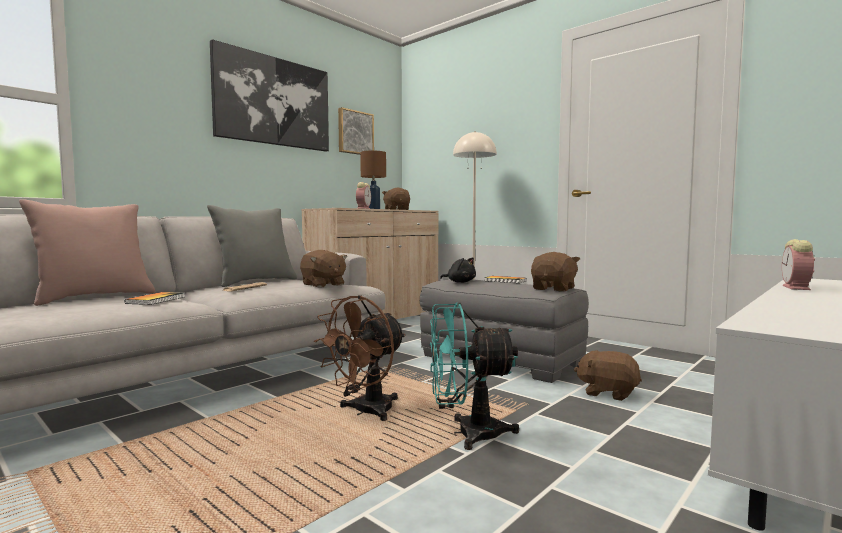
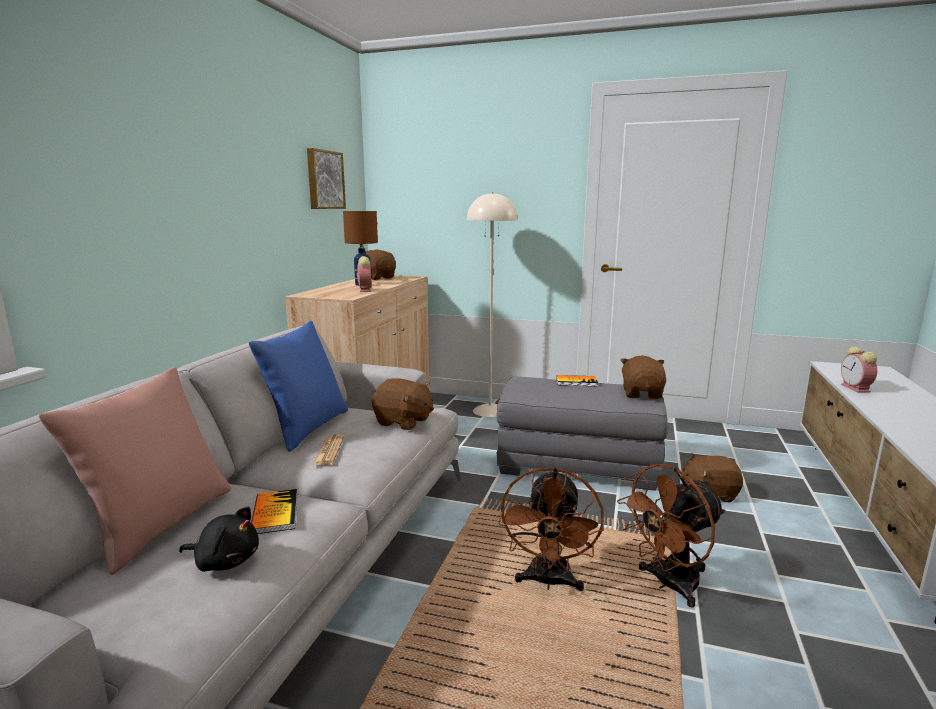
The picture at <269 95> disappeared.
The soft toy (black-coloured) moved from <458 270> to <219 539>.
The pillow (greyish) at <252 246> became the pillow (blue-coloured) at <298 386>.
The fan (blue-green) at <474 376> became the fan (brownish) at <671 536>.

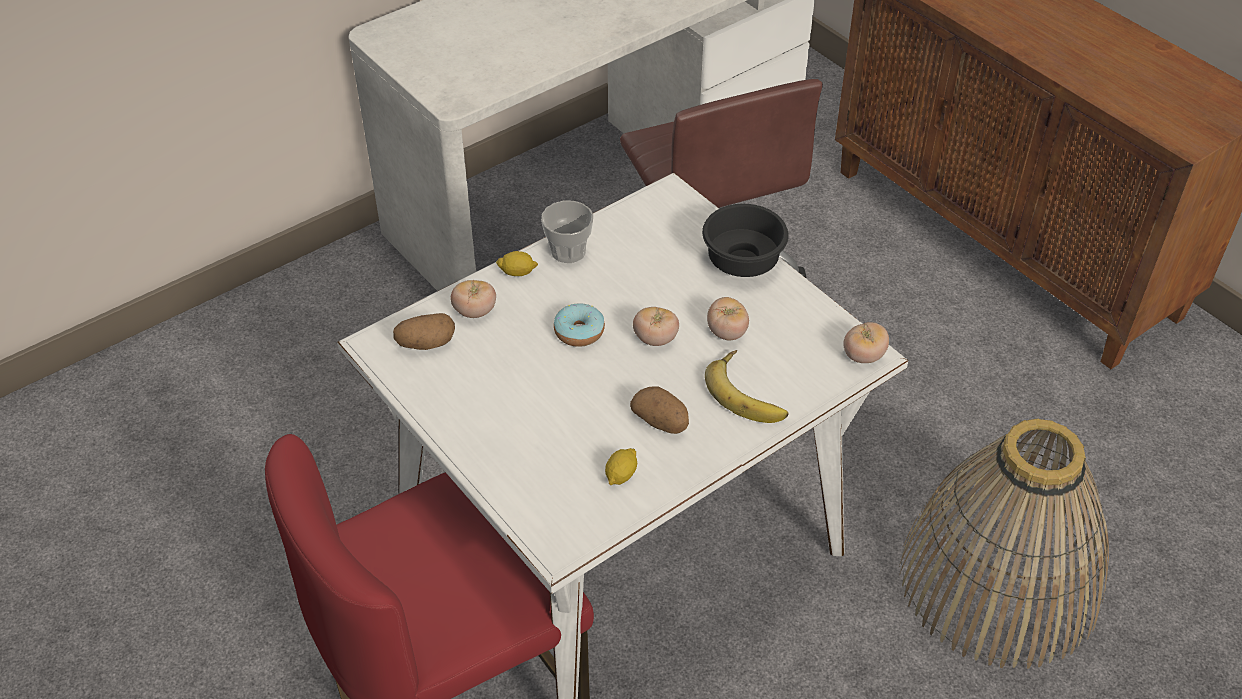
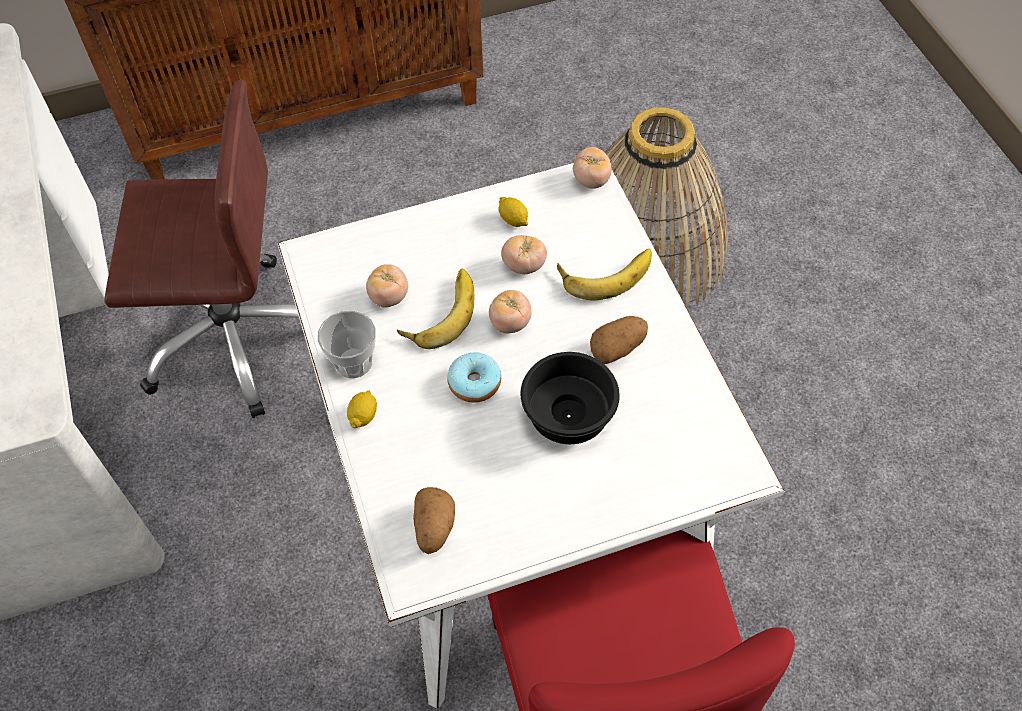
The banana at <435 308> appeared.
The whole tomato moved from <473 299> to <387 285>.
The lemon moved from <621 466> to <513 212>.
The deep dish (black-coloured) moved from <745 240> to <570 398>.

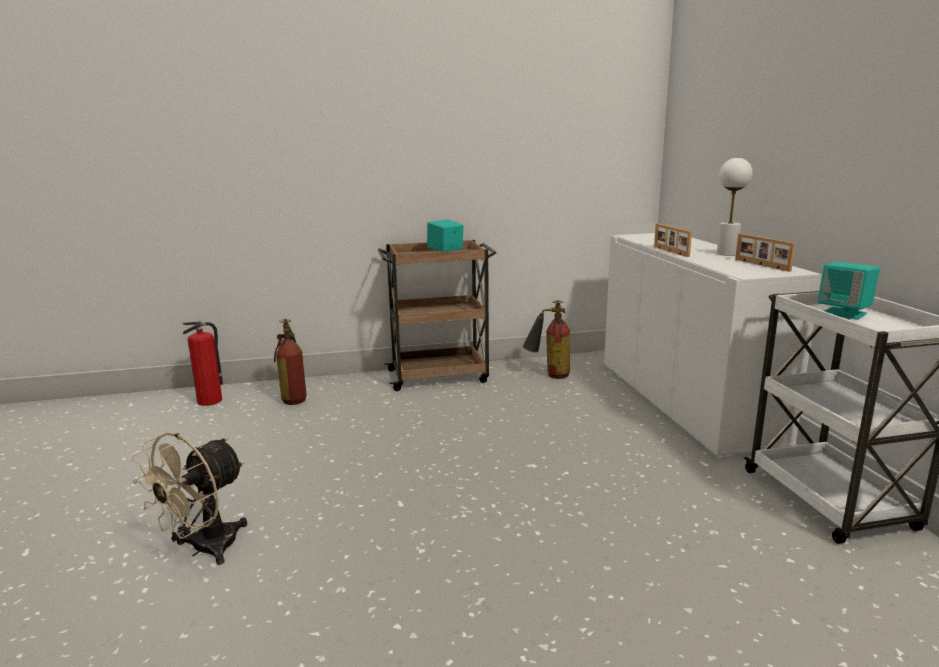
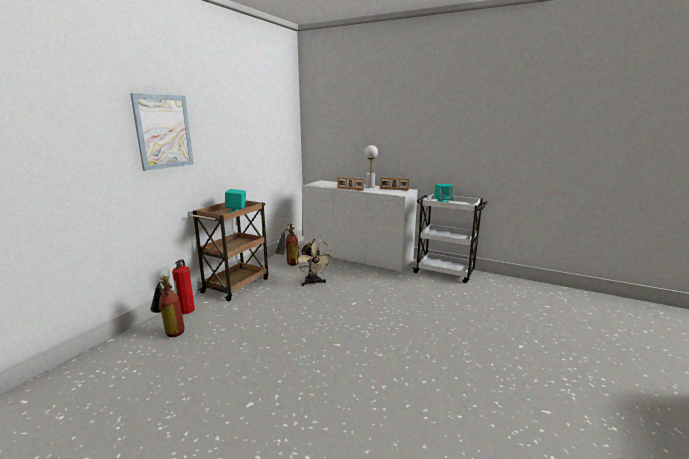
The picture at <162 132> appeared.
The fan (sand-coloured) moved from <189 498> to <314 262>.
The fire-fighting cylinder moved from <203 364> to <183 286>.

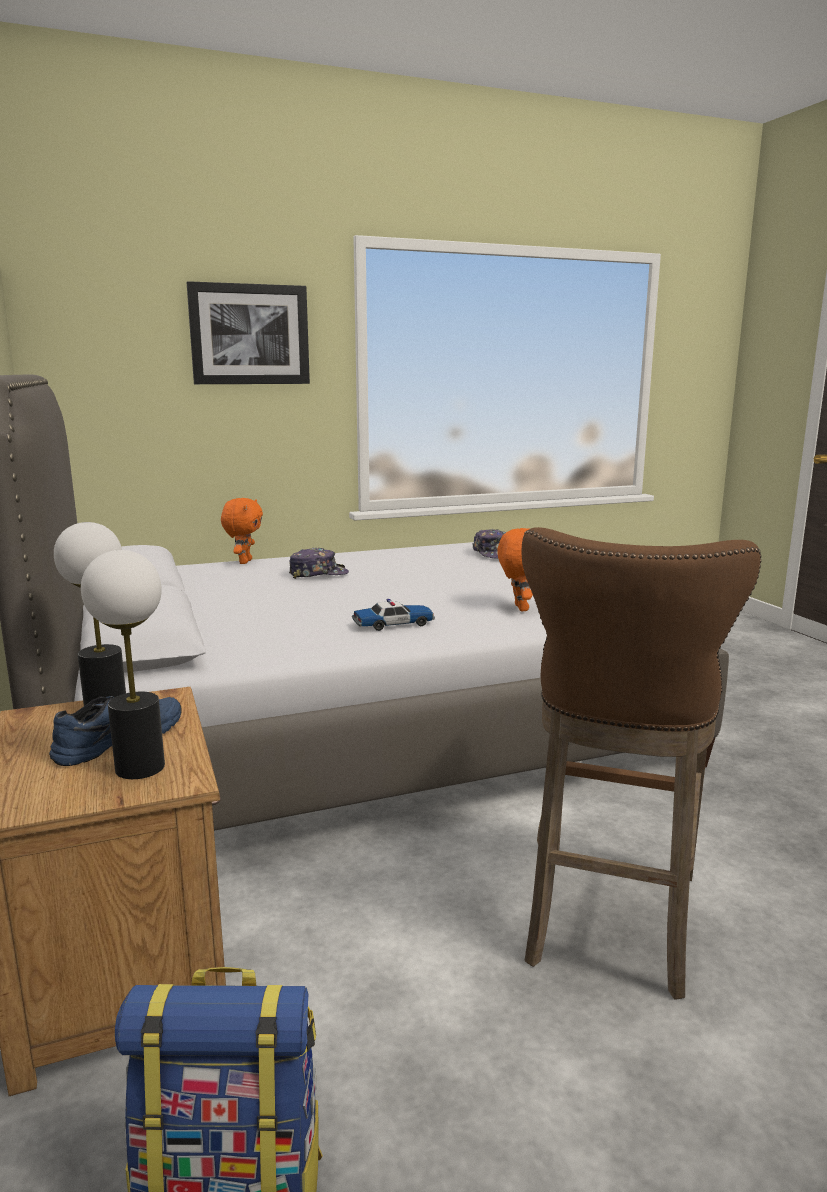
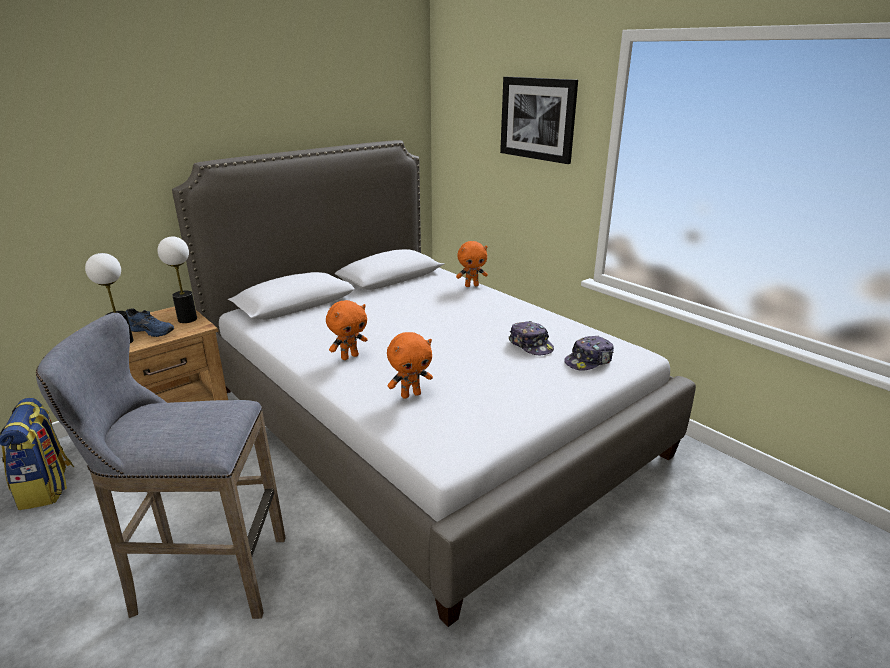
The cap moved from <319 563> to <531 338>.
The toy car at <393 615> was replaced by the soft toy (orange-coloured) at <347 330>.
The stool seat (brownish) at <641 763> became the stool seat (greyish) at <161 466>.

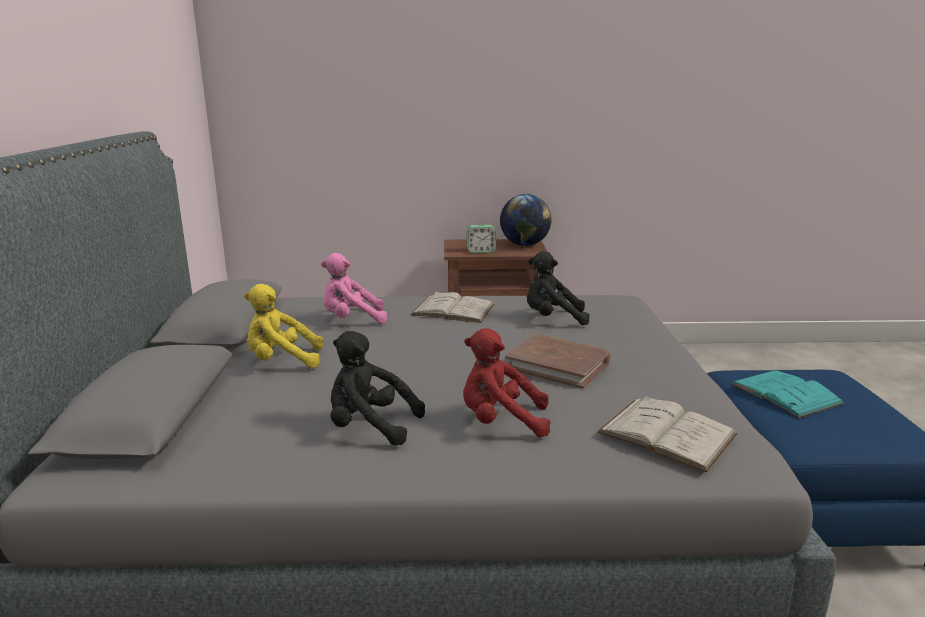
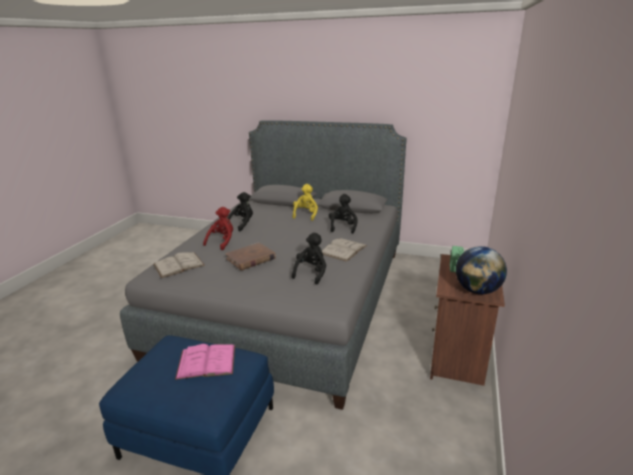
The soft toy (pink-coloured) at <354 288> became the soft toy (black-coloured) at <343 214>.
The book (blue-green) at <788 394> became the book (pink-coloured) at <205 362>.

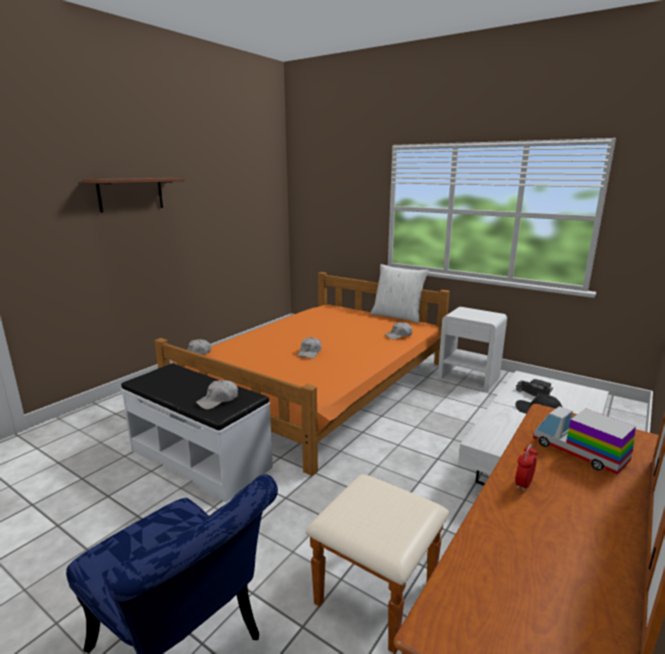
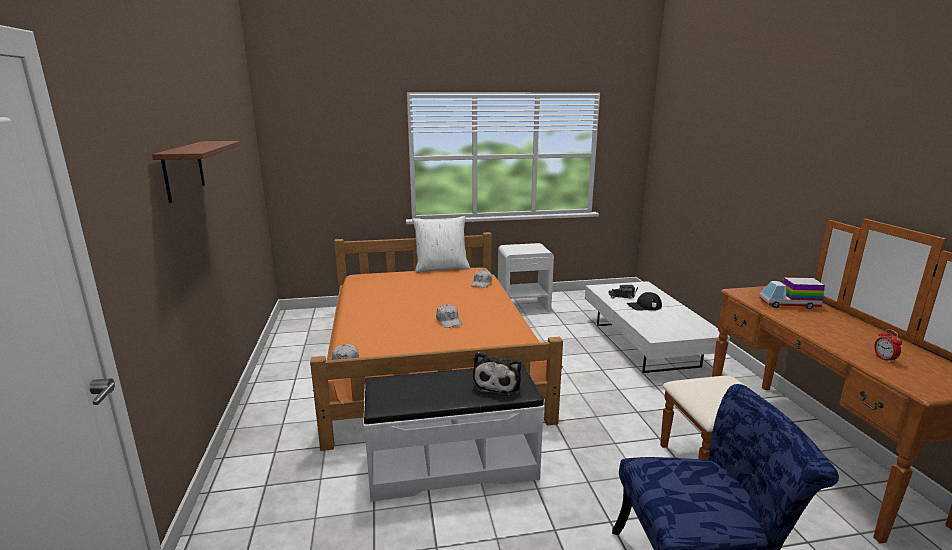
The bedside clock moved from <526 468> to <888 346>.
The cap (whitish) at <217 395> was replaced by the soft toy at <497 374>.

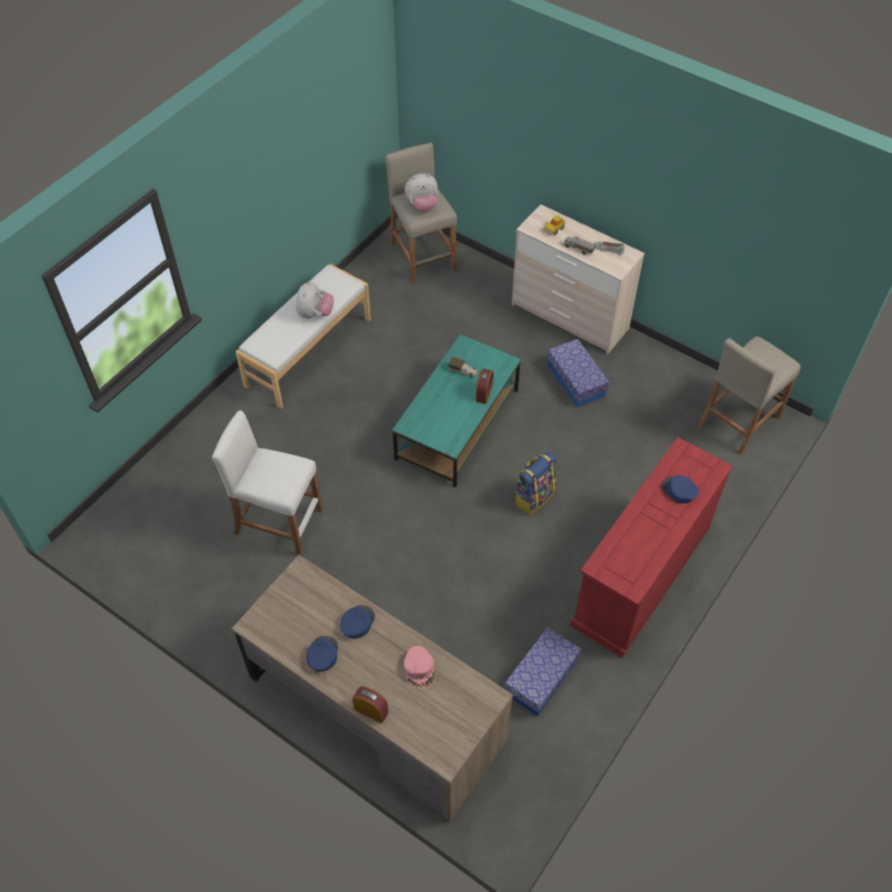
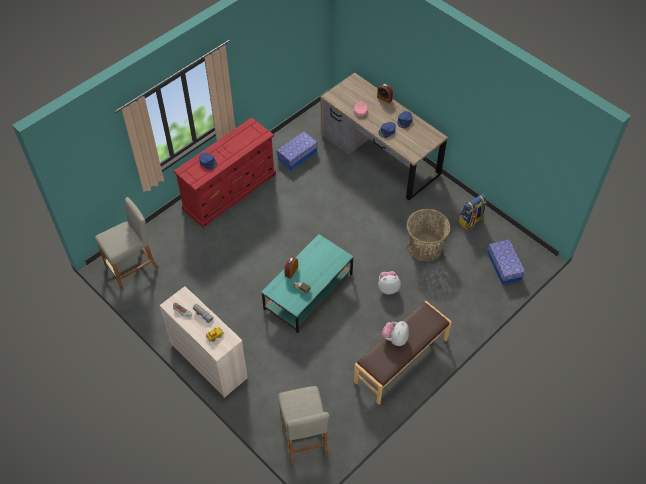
The soft toy moved from <421 192> to <389 283>.
The backpack moved from <535 483> to <472 212>.
The storage box moved from <578 373> to <506 262>.
The stool seat (whitish) at <267 482> was replaced by the storage basket at <429 235>.
The indoor bench (whitish) at <303 336> became the indoor bench (brownish) at <403 353>.

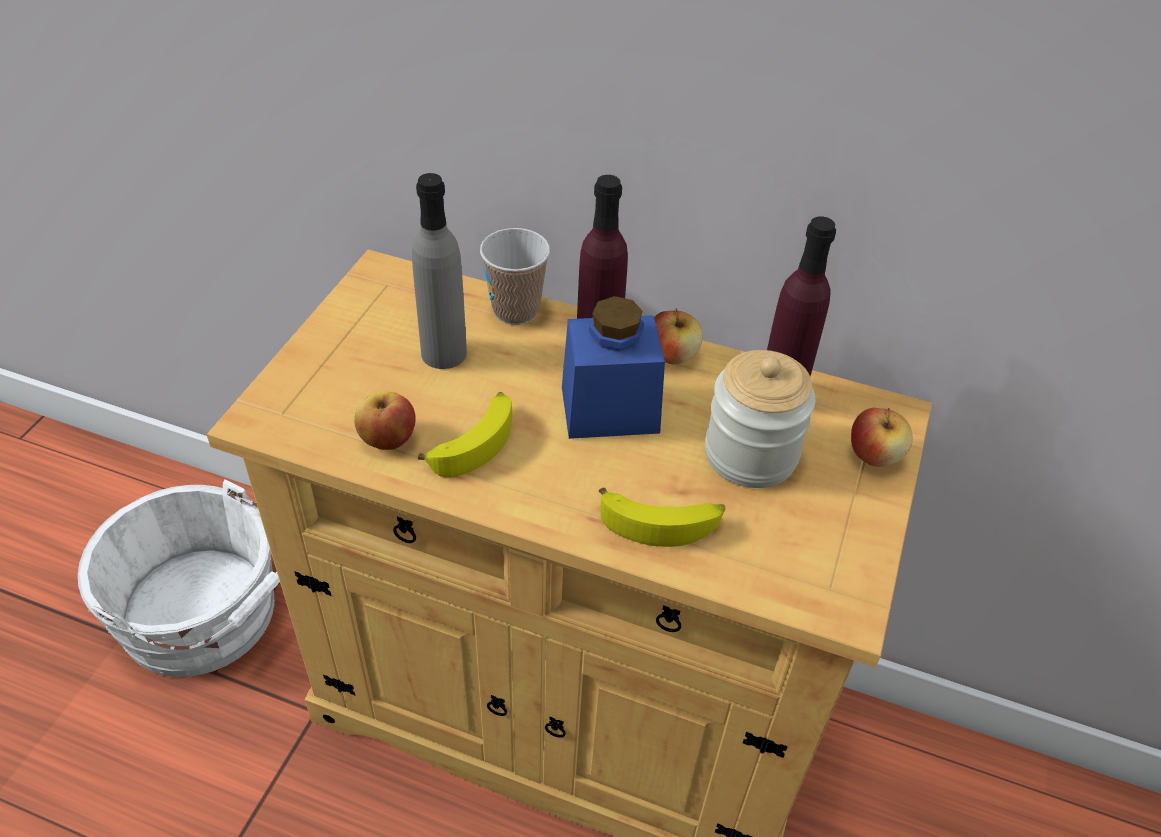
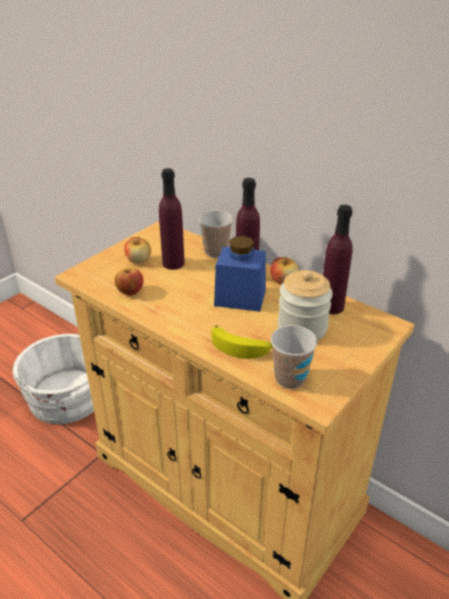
The banana at <465 434> disappeared.
The cup at <294 357> appeared.
The whole apple moved from <882 437> to <137 250>.
The drink bottle (greyish) at <439 271> became the drink bottle (purple) at <172 219>.

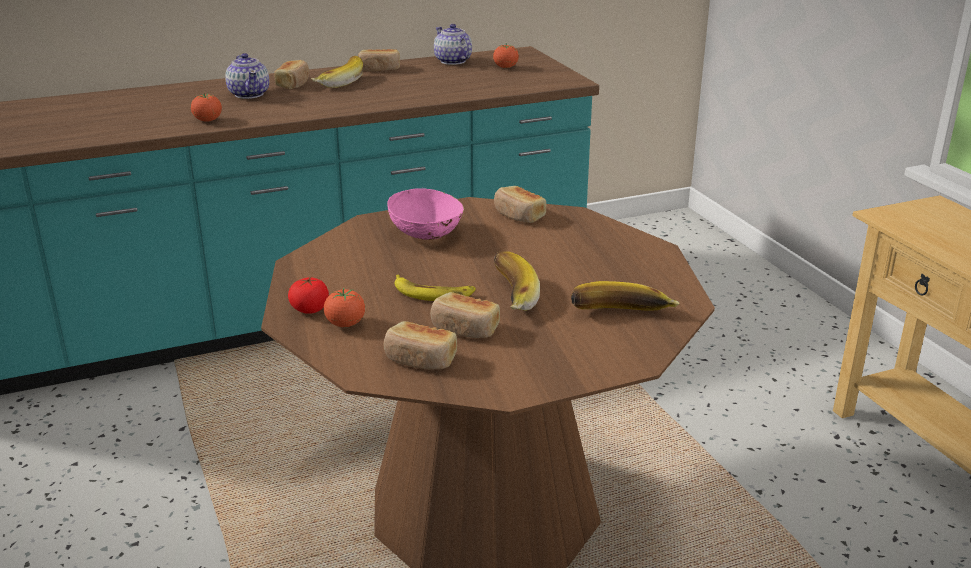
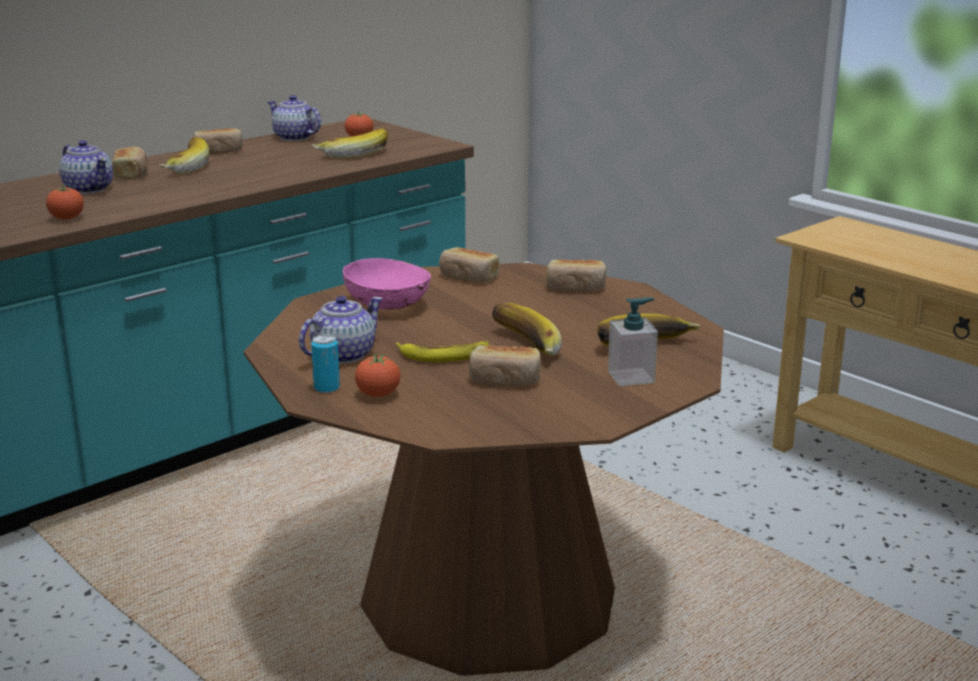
The teapot at <341 329> appeared.
The banana at <350 143> appeared.
The liquid soap bottle at <633 342> appeared.
The bakery bread moved from <420 345> to <577 275>.
The whole tomato at <308 295> was replaced by the can at <325 363>.

